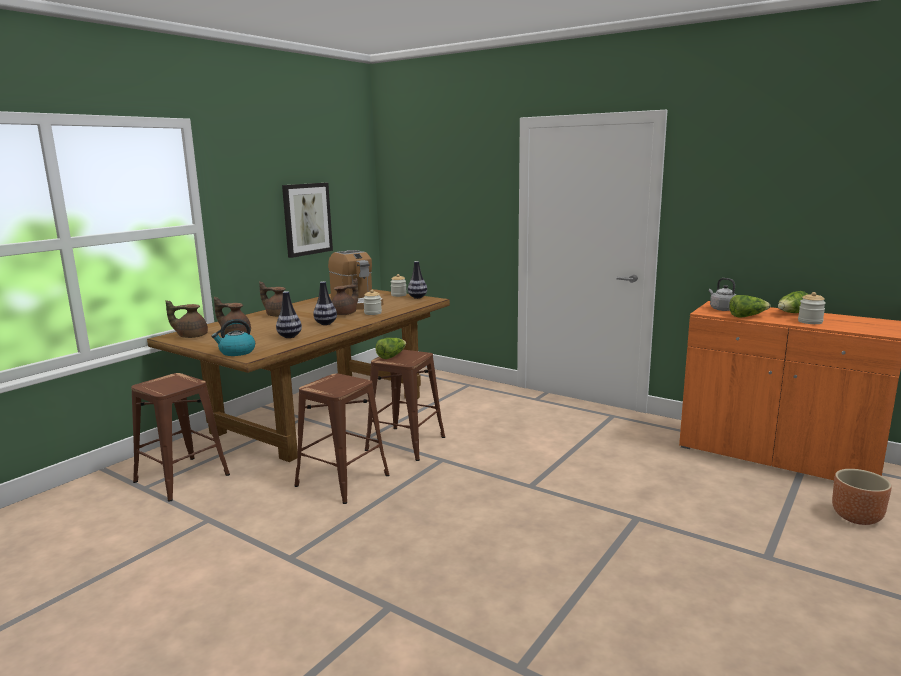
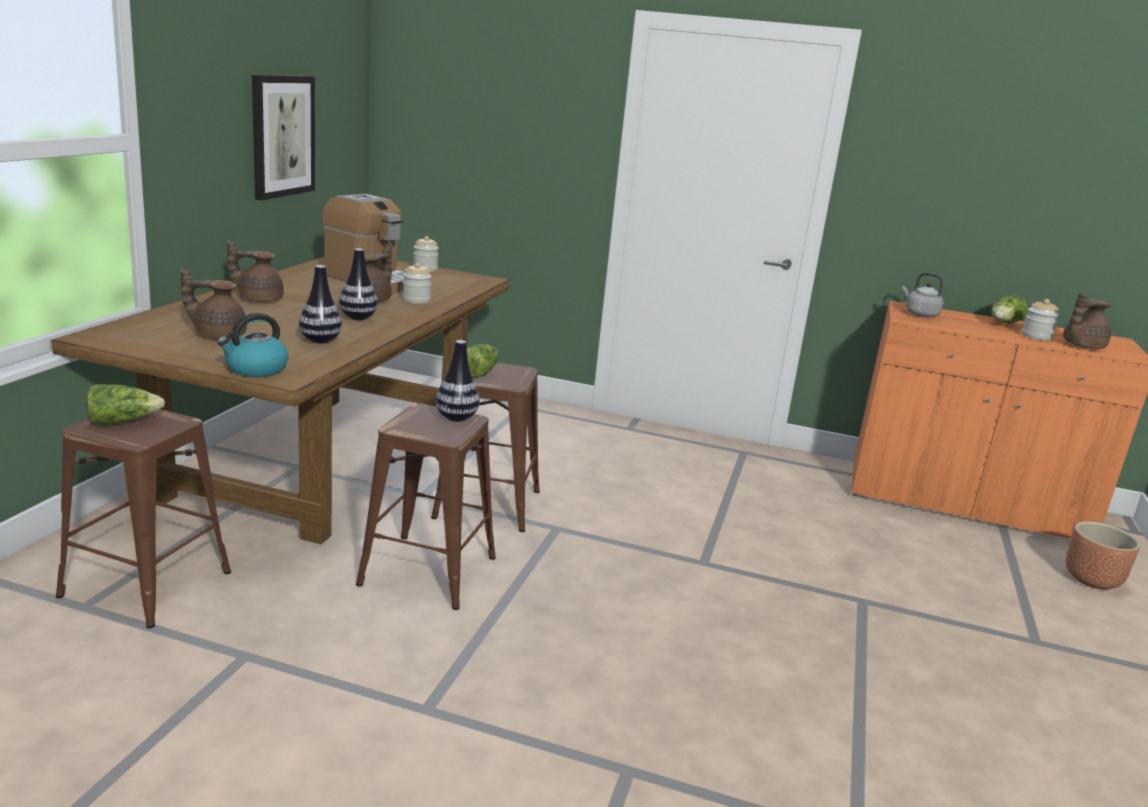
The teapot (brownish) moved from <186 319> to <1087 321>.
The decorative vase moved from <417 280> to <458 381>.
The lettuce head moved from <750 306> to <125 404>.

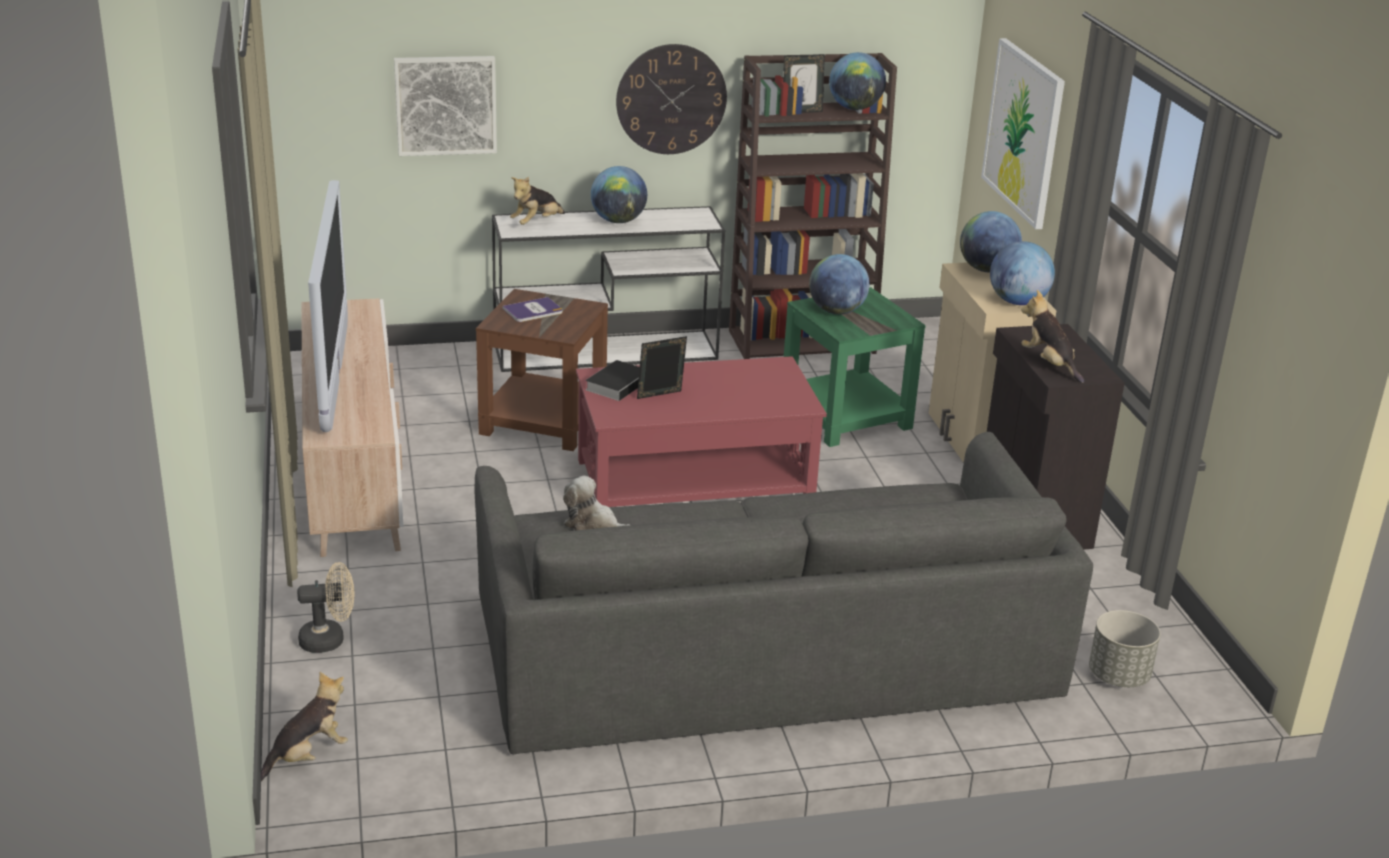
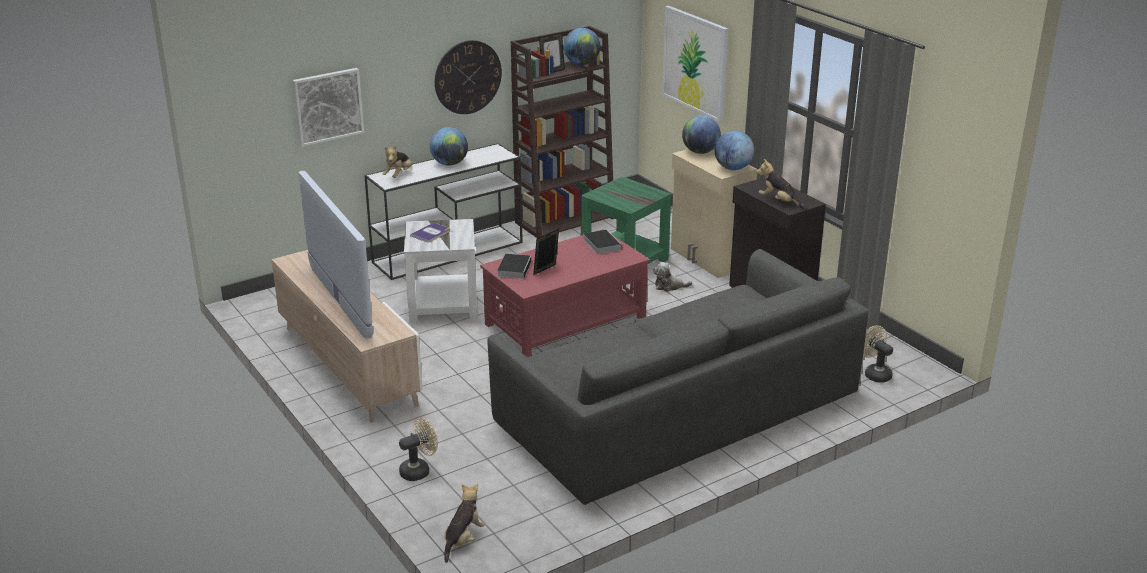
The globe at <839 284> disappeared.
The book at <602 241> appeared.
The soft toy moved from <596 503> to <672 277>.
The plant pot (greyish) at <1124 648> was replaced by the fan (sand-coloured) at <878 353>.
The accent table (brownish) at <542 370> became the accent table (whitish) at <441 271>.

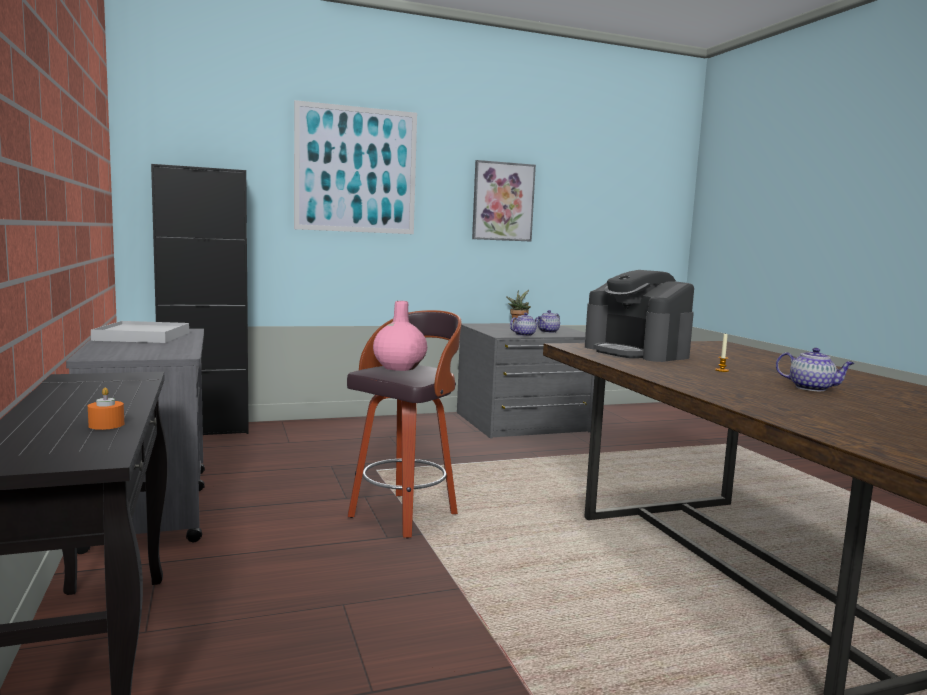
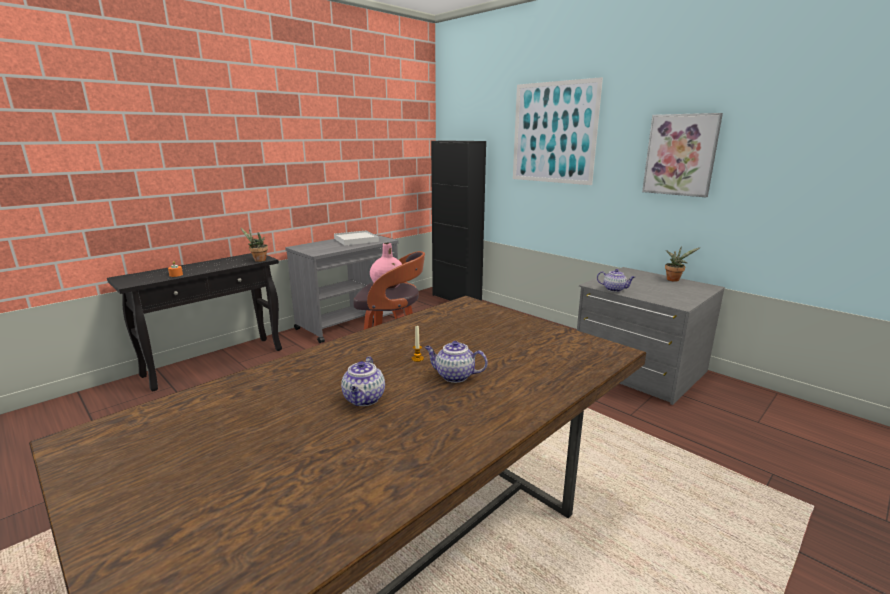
The coffee machine at <639 316> disappeared.
The potted plant at <254 244> appeared.
The teapot moved from <549 321> to <456 362>.

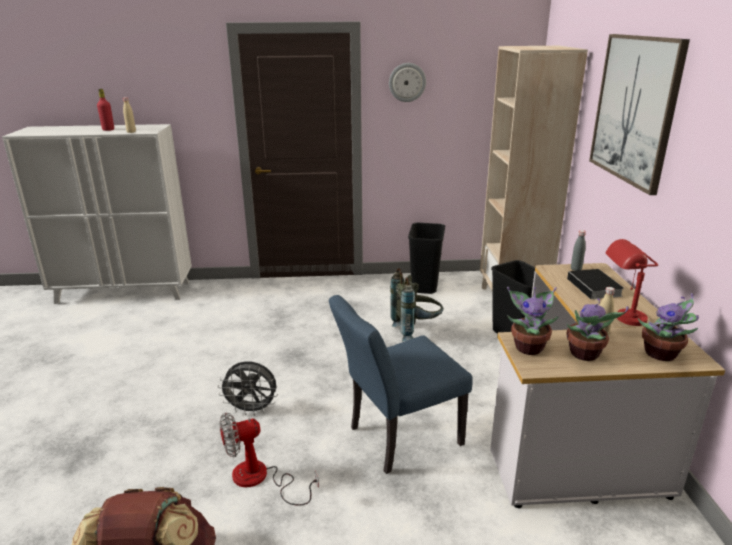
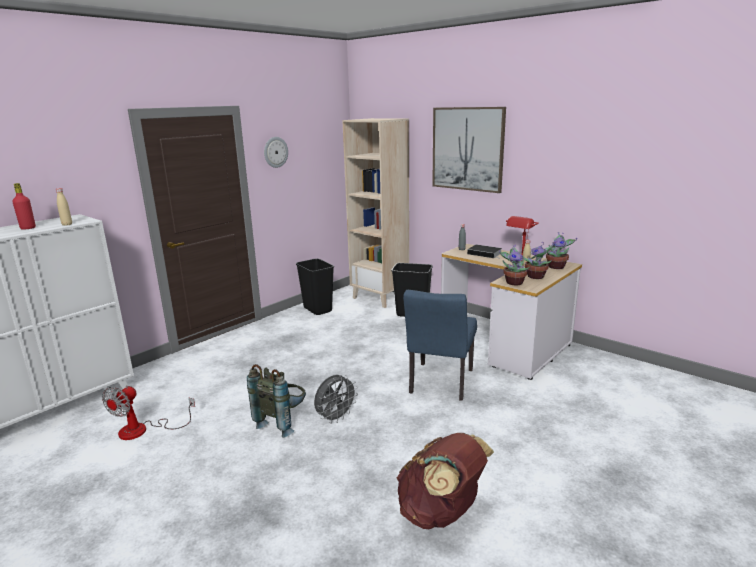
The fan moved from <269 458> to <148 412>.
The backpack (greyish) moved from <416 304> to <276 401>.

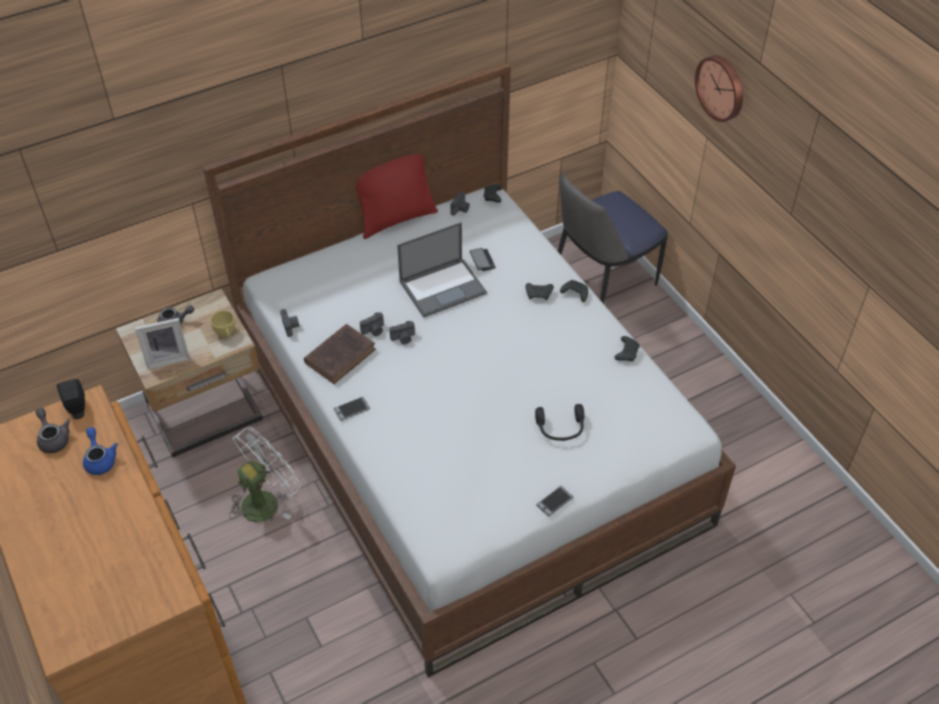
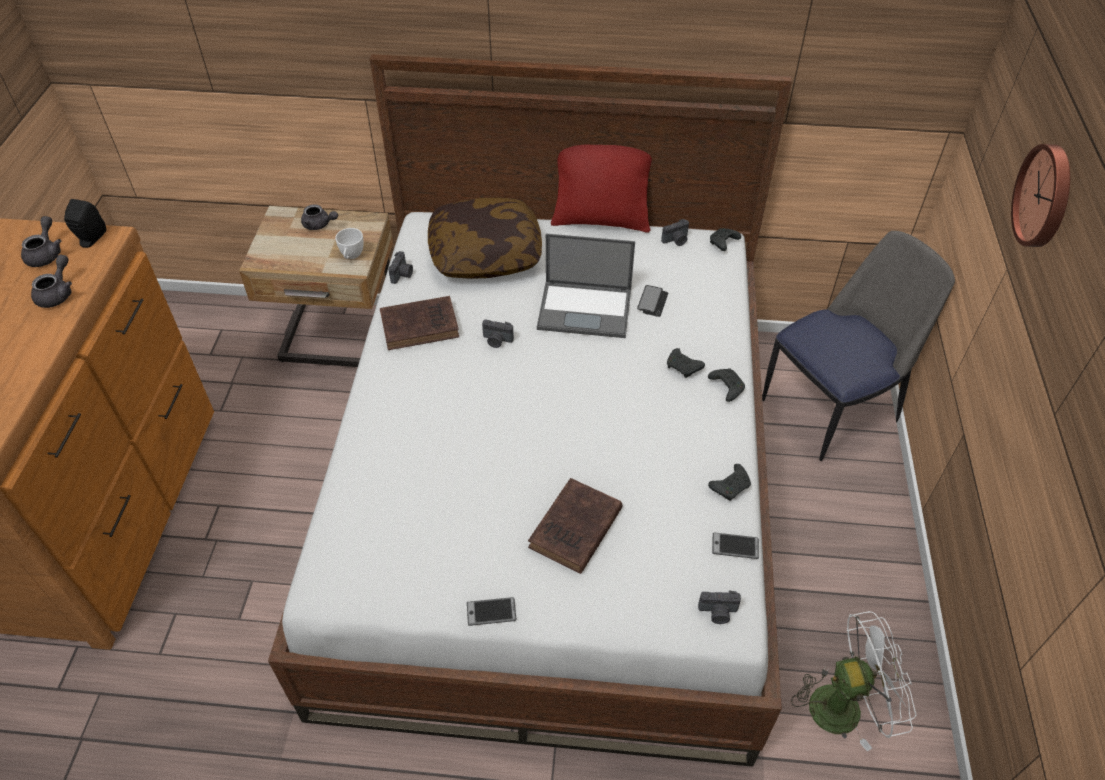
The picture frame at <162 343> disappeared.
The pillow at <485 238> appeared.
The fan (whitish) moved from <264 474> to <854 681>.
The phone moved from <352 409> to <735 545>.
The still camera moved from <372 324> to <719 607>.
The headset (black-coloured) at <559 422> was replaced by the book (brownish) at <575 526>.
The teapot (blue-coloured) at <100 451> became the teapot (greyish) at <51 281>.
The cup (yellow) at <222 324> became the cup (whitish) at <349 243>.
The plain chair at <613 238> turned 150 degrees clockwise.

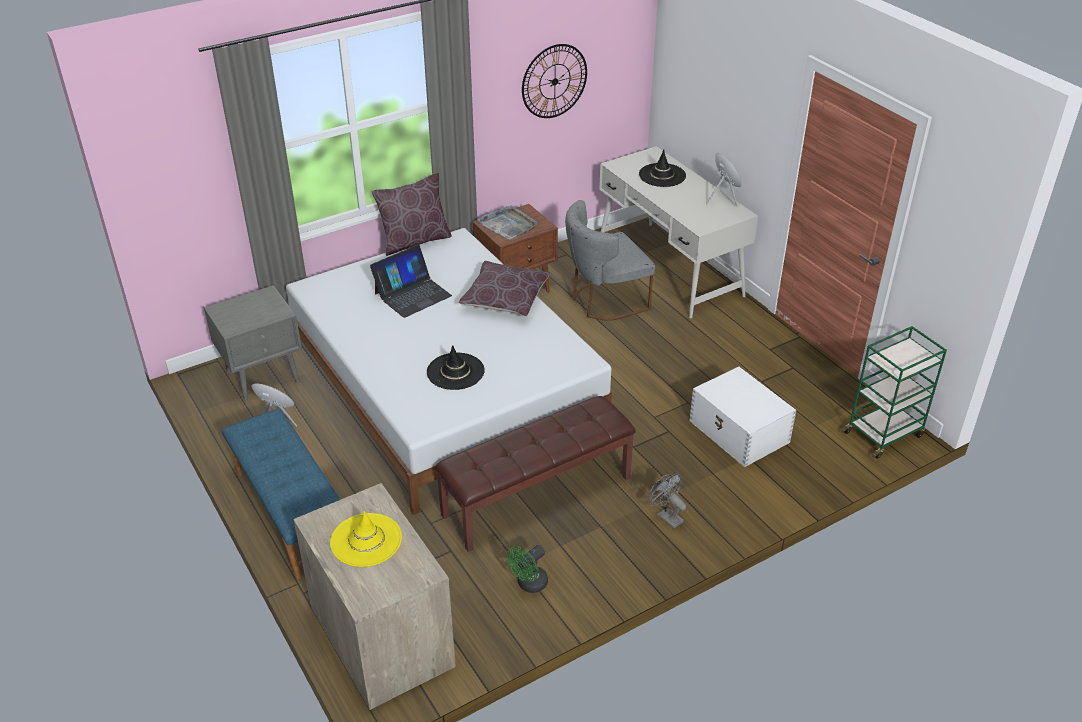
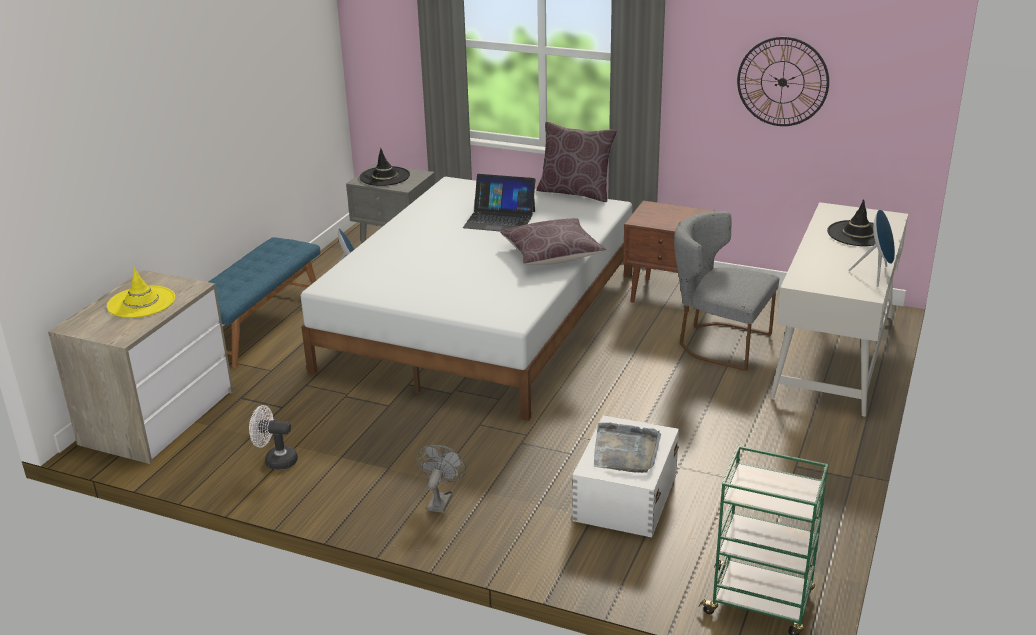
The indoor bench (brownish) at <535 474> disappeared.
The hat (black-coloured) moved from <456 367> to <384 167>.
The serving tray (greyish) moved from <507 222> to <627 448>.
The fan (green-coloured) at <527 569> became the fan (whitish) at <273 437>.

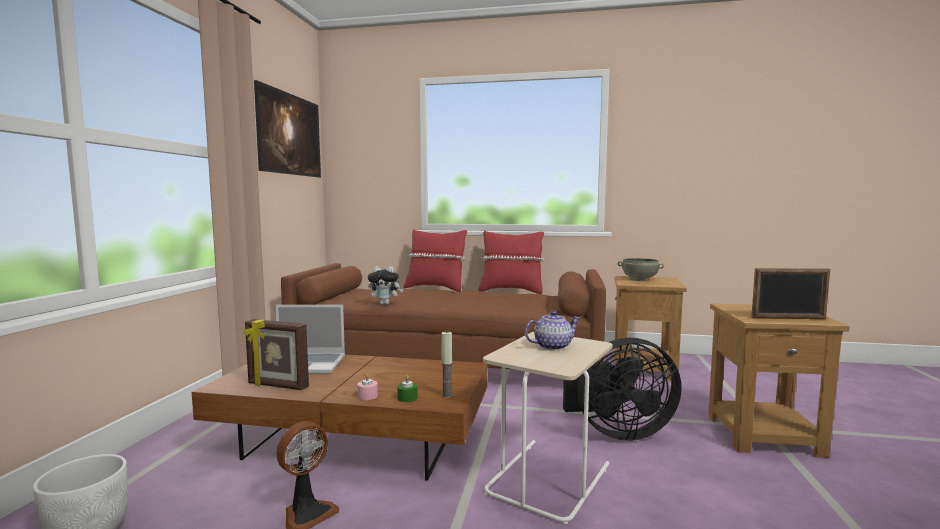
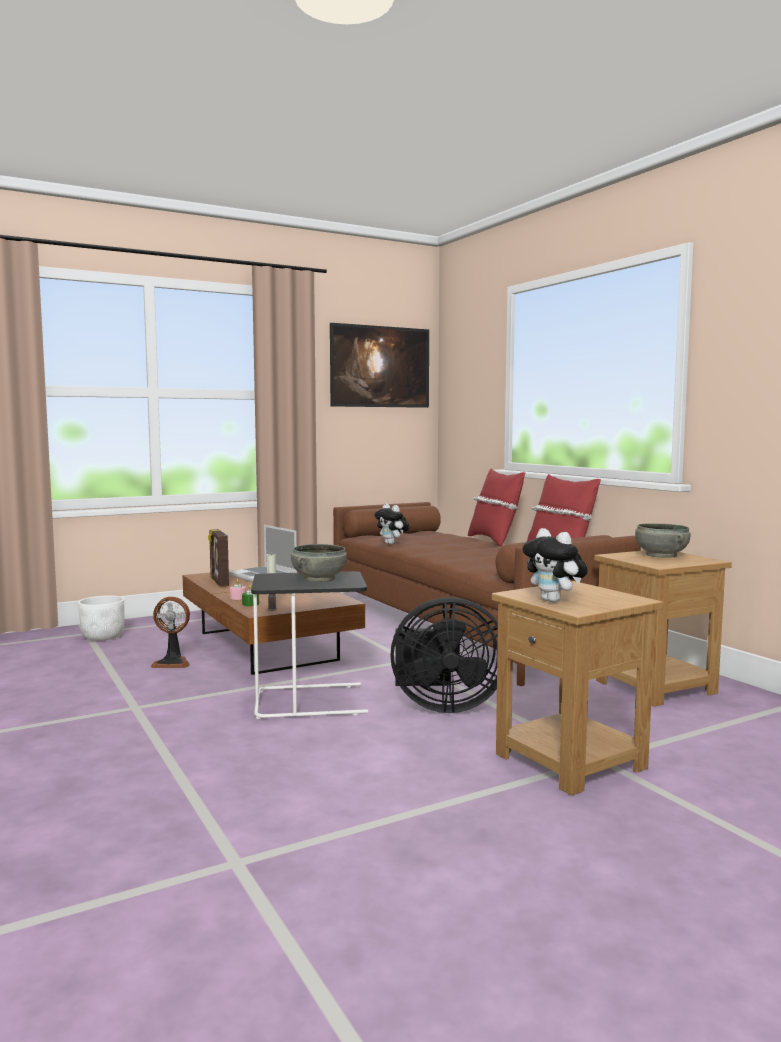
The teapot at <552 330> was replaced by the deep dish (greyish) at <319 563>.
The picture frame at <790 293> was replaced by the soft toy at <555 565>.
The accent table (sand-coloured) at <548 428> became the accent table (black-coloured) at <309 645>.
The fan (black-coloured) at <622 389> turned 45 degrees counterclockwise.

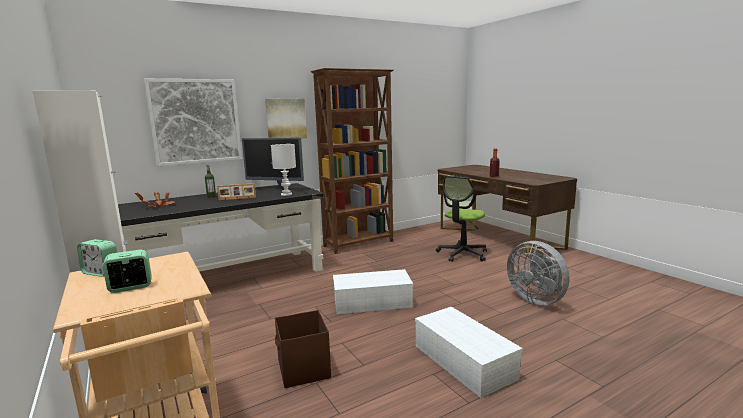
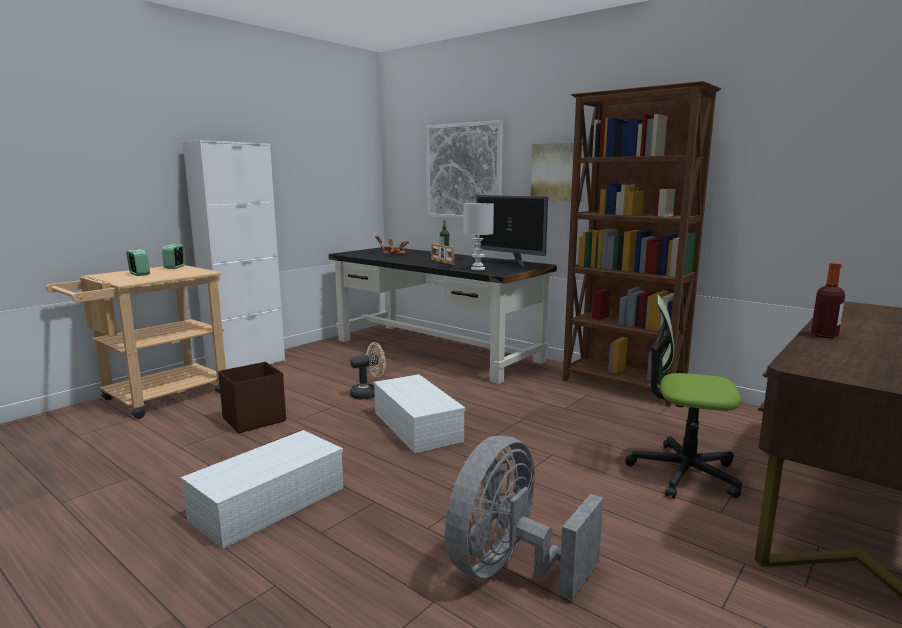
The fan (sand-coloured) at <368 371> appeared.
The monitor at <273 163> turned 45 degrees counterclockwise.

